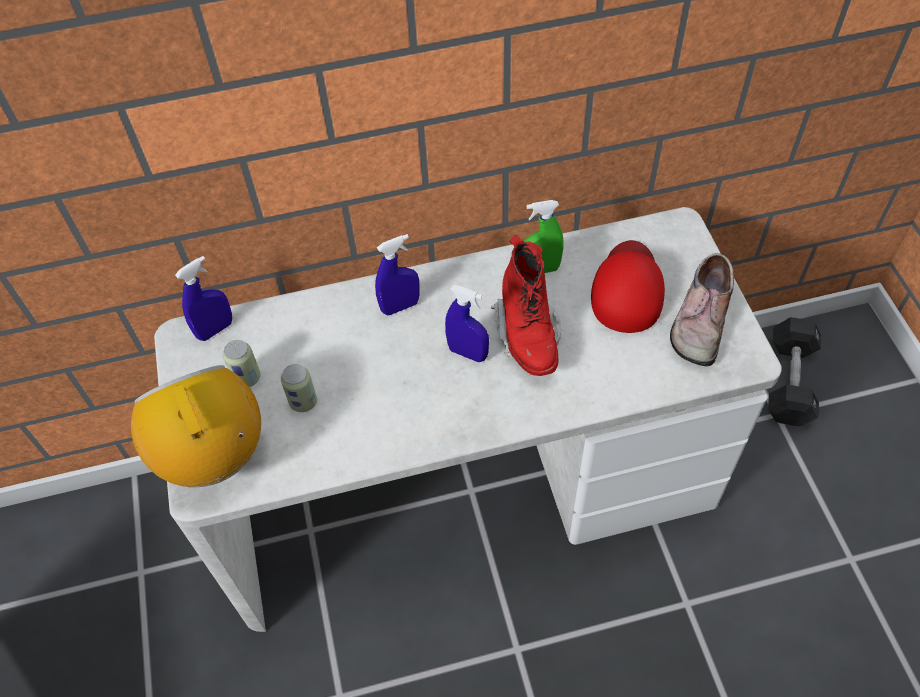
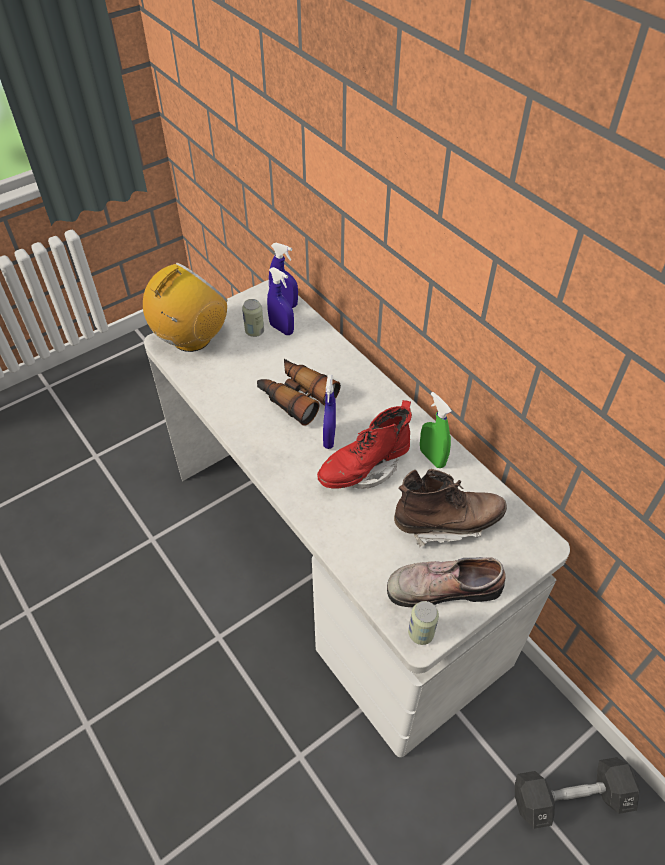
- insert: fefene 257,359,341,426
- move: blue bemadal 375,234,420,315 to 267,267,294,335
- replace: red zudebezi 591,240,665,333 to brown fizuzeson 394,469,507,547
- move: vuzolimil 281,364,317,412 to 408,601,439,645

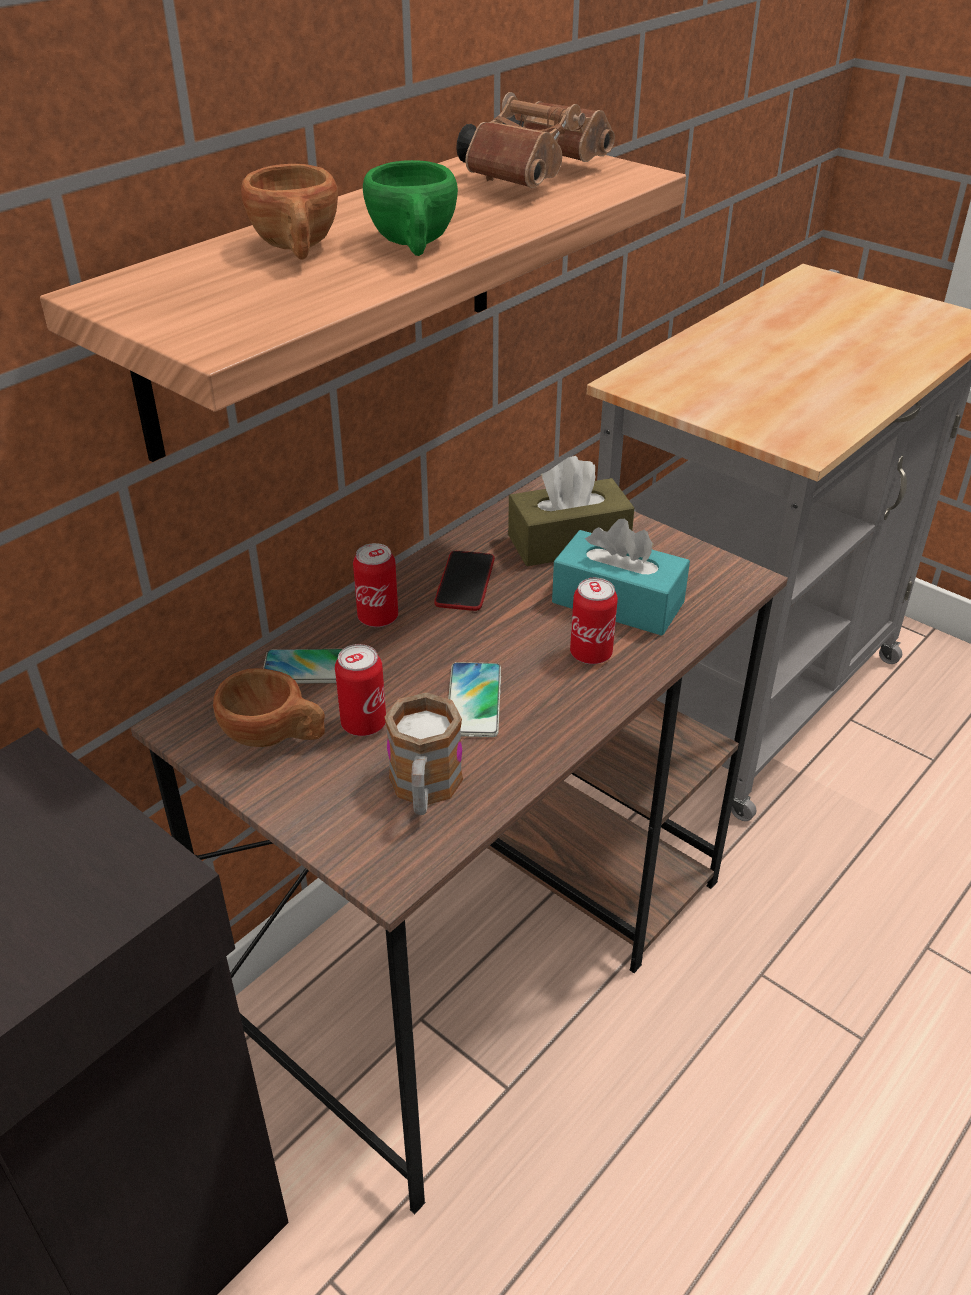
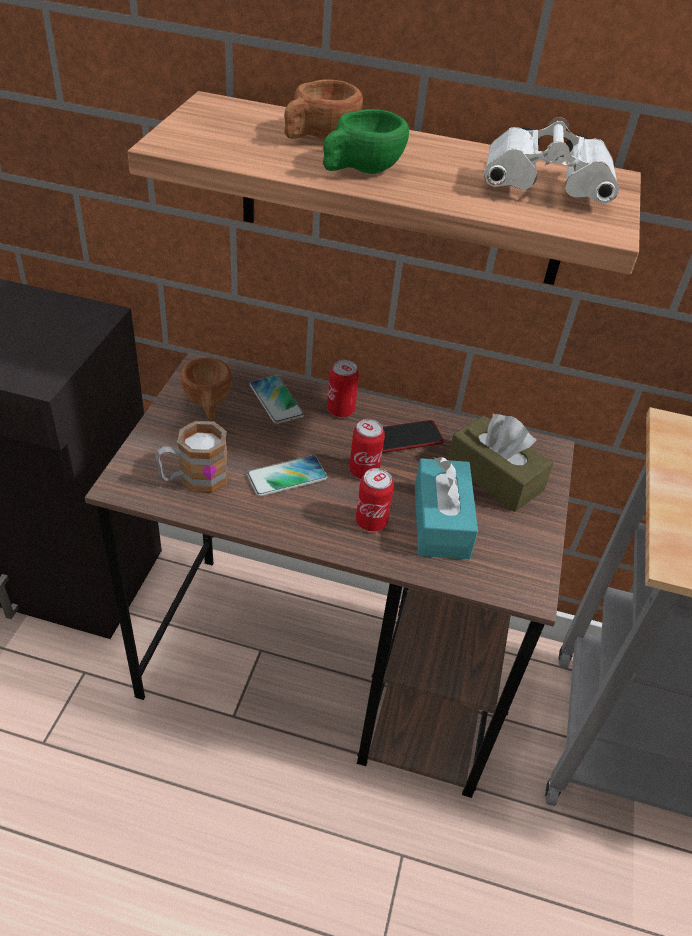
- move: vuzolimil 335,644,386,736 to 349,419,385,479
- recolor: brown fefene 456,92,615,188 to white fefene 484,117,619,203

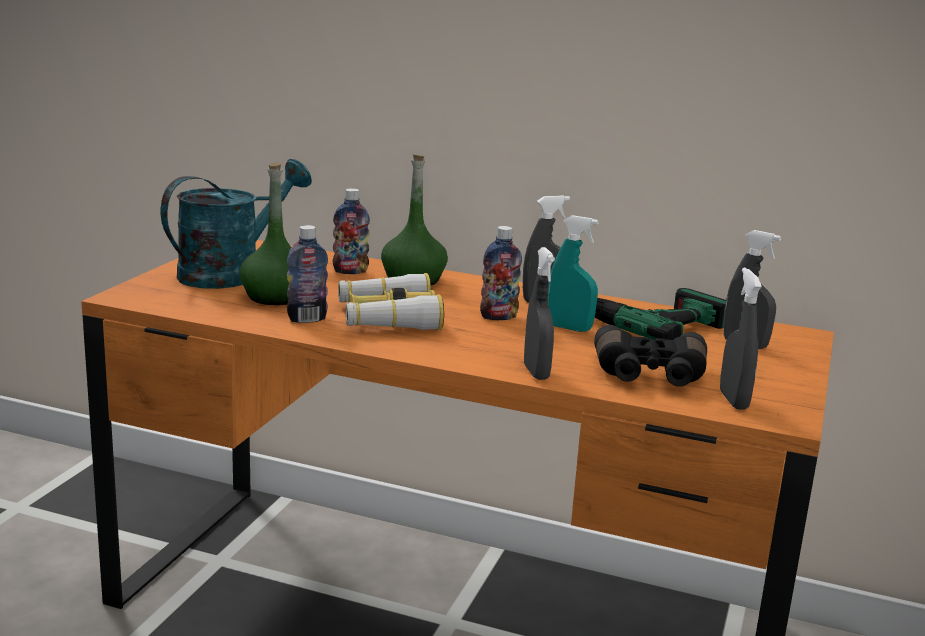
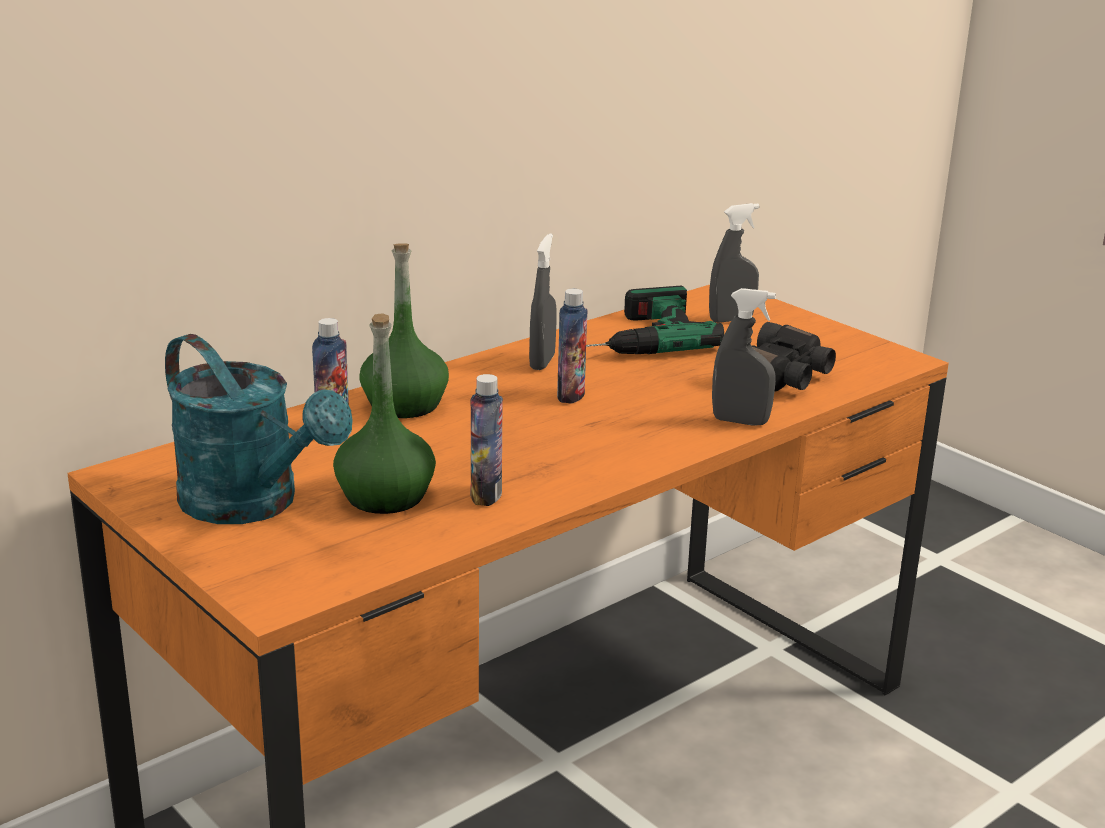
- rotate: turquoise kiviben 161,159,312,289 = 165,334,353,524 150 degrees clockwise
- delete: fefene 338,273,444,330
- delete: turquoise bemadal 548,215,599,332
- delete: grey bemadal 720,268,762,410

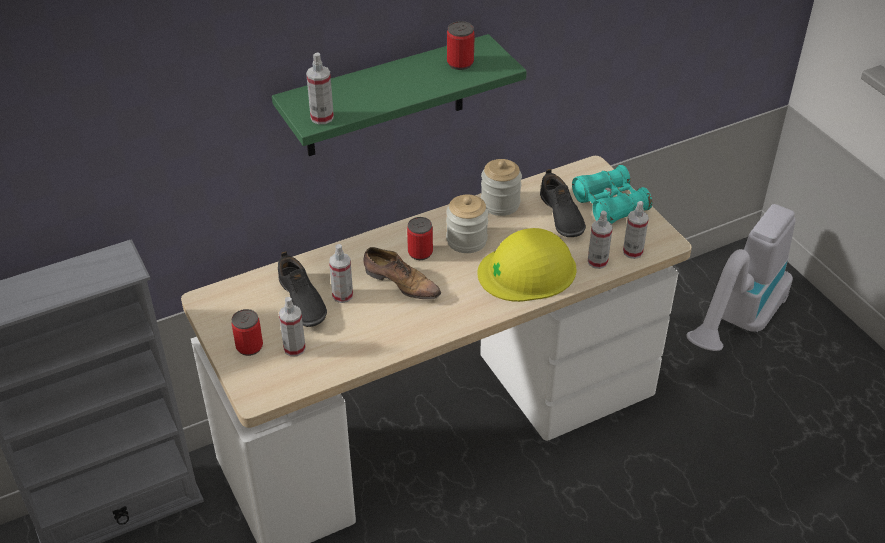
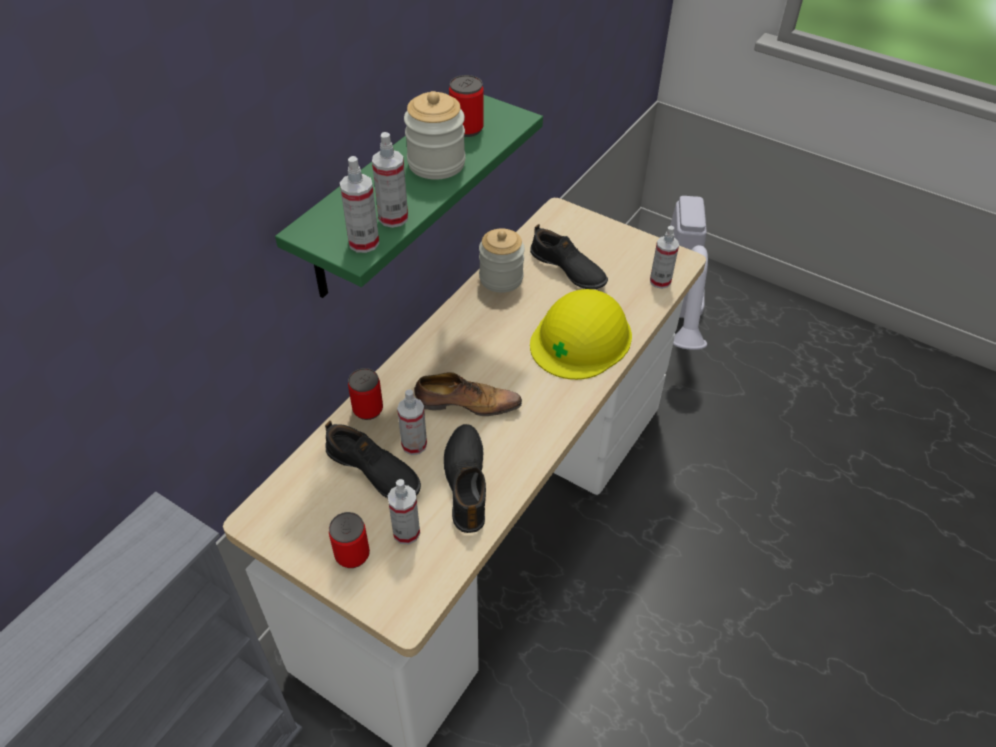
- move: vuzolimil 407,217,433,260 to 348,368,383,420
- move: bemadal 588,211,613,269 to 372,132,408,228
- move: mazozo 446,195,488,253 to 404,91,465,180
- insert: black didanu 444,424,486,533
- delete: turquoise fefene 572,165,652,224

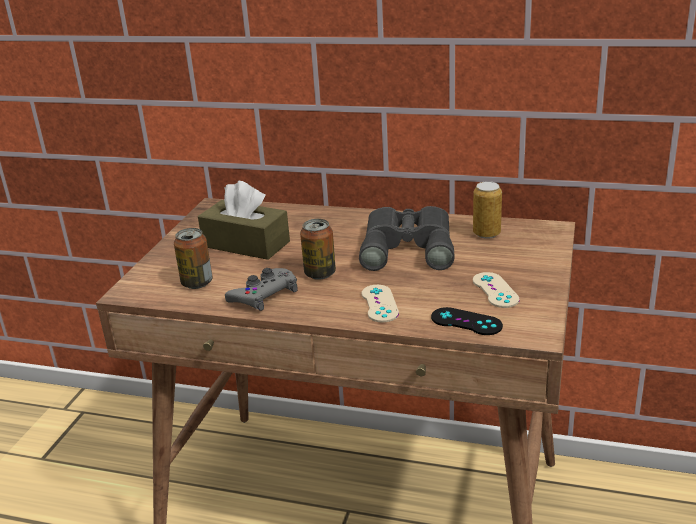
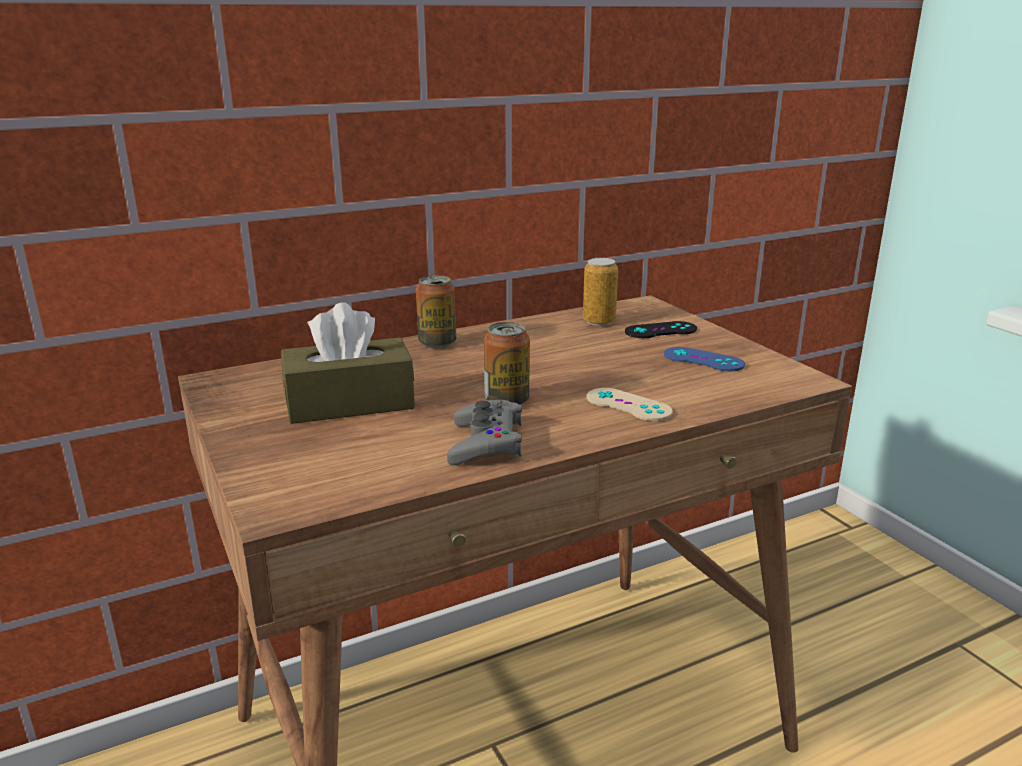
- move: vuzolimil 174,228,212,289 to 416,275,456,348
- move: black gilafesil 431,307,503,335 to 625,321,697,338
- recolor: beige gilafesil 473,272,520,308 to blue gilafesil 664,347,745,371
- delete: grey fefene 359,206,455,271

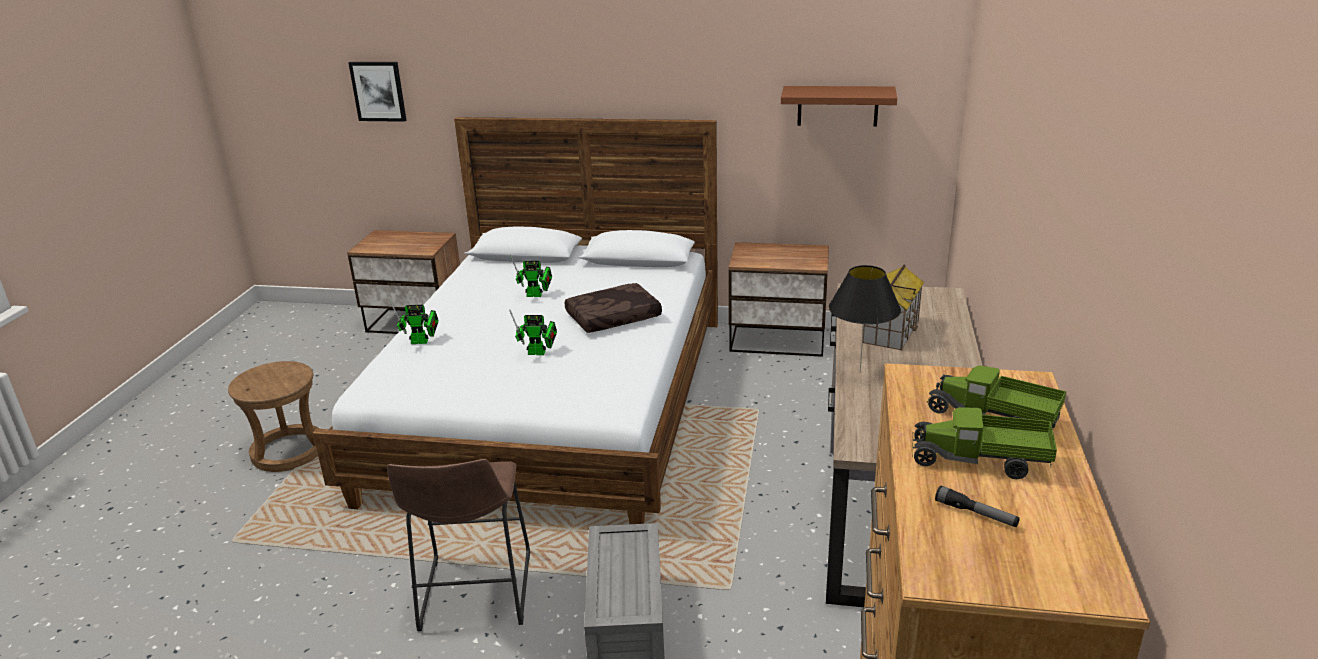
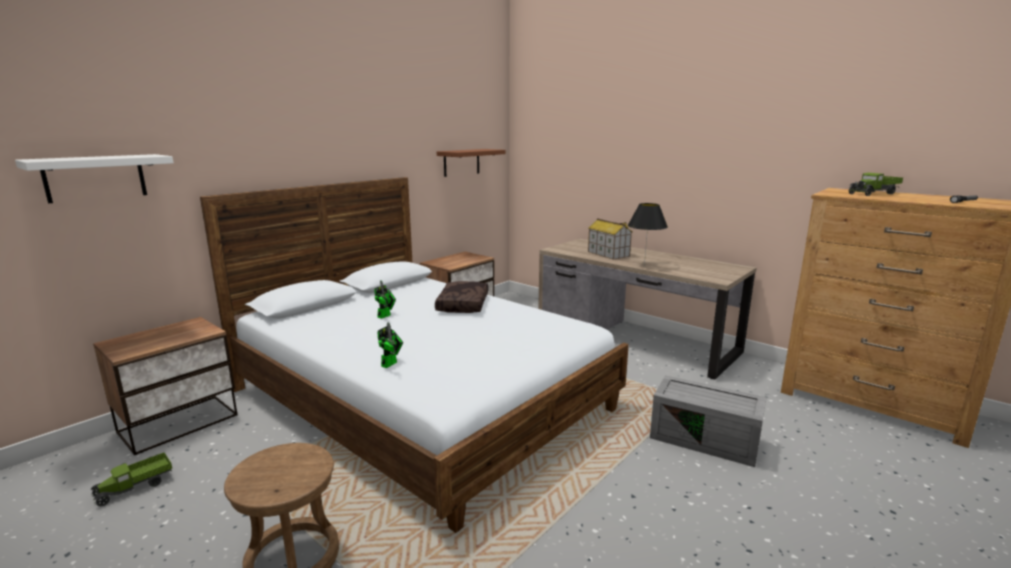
- replace: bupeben 348,62,407,122 to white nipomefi 15,154,174,203
- move: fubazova 912,407,1057,479 to 91,452,172,506
- delete: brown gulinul 387,459,530,631
- delete: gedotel 509,309,557,355

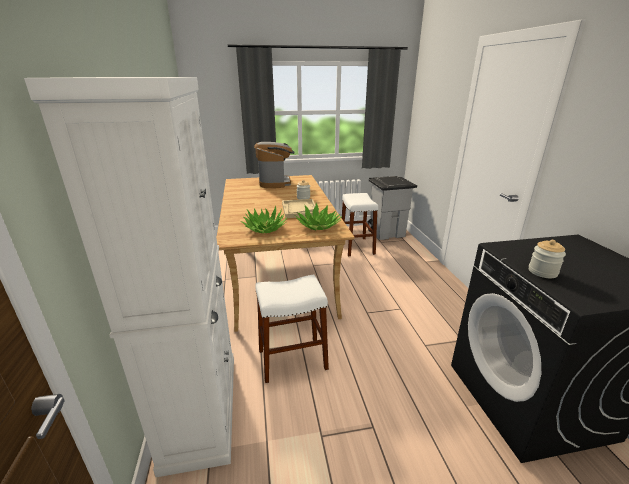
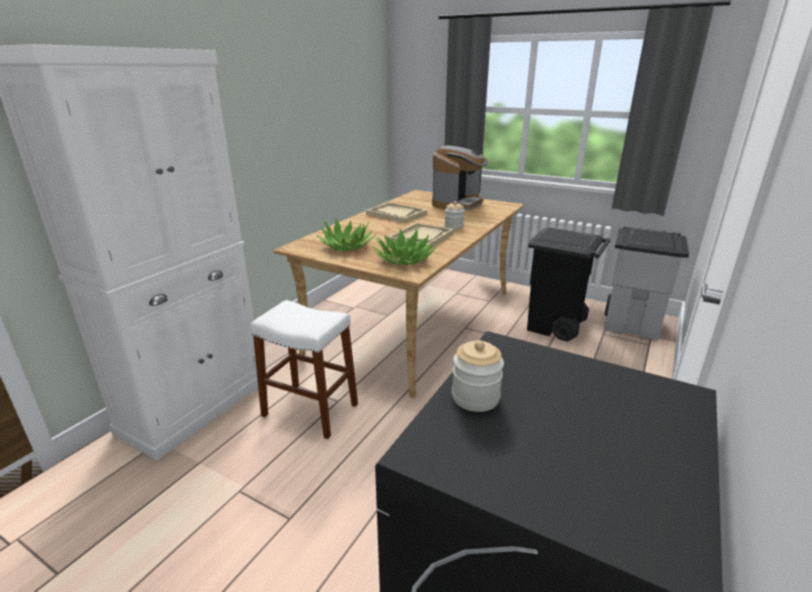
- insert: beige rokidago 366,202,427,223
- replace: white gulinul 342,193,378,256 to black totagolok 527,227,610,342

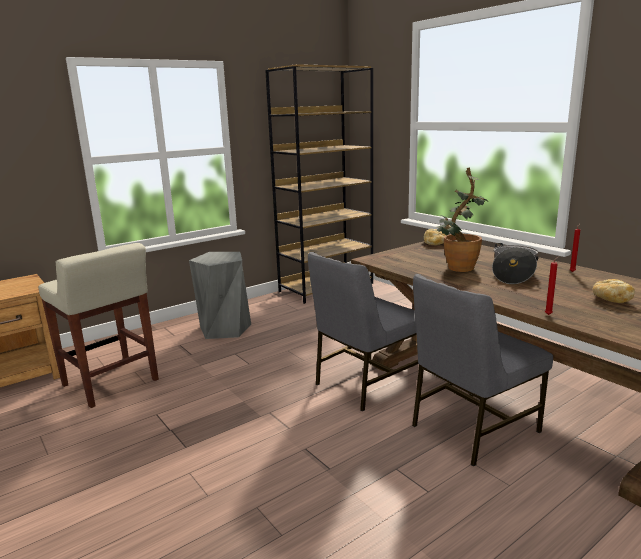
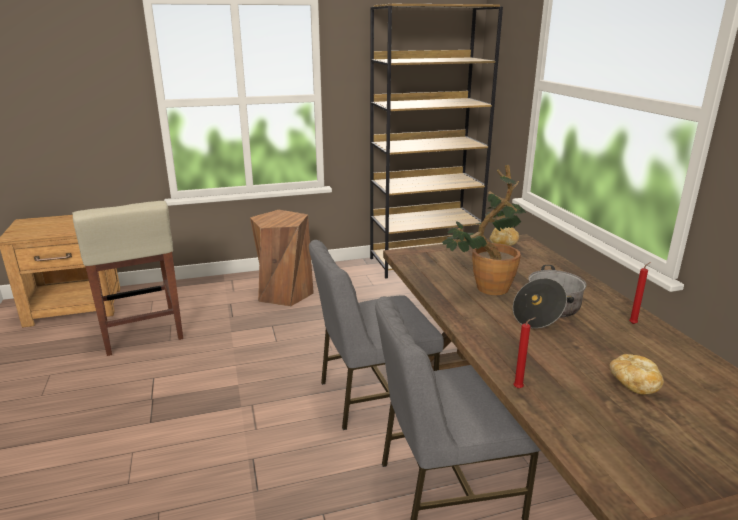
- recolor: grey gulinul 189,252,251,339 to brown gulinul 250,210,314,307

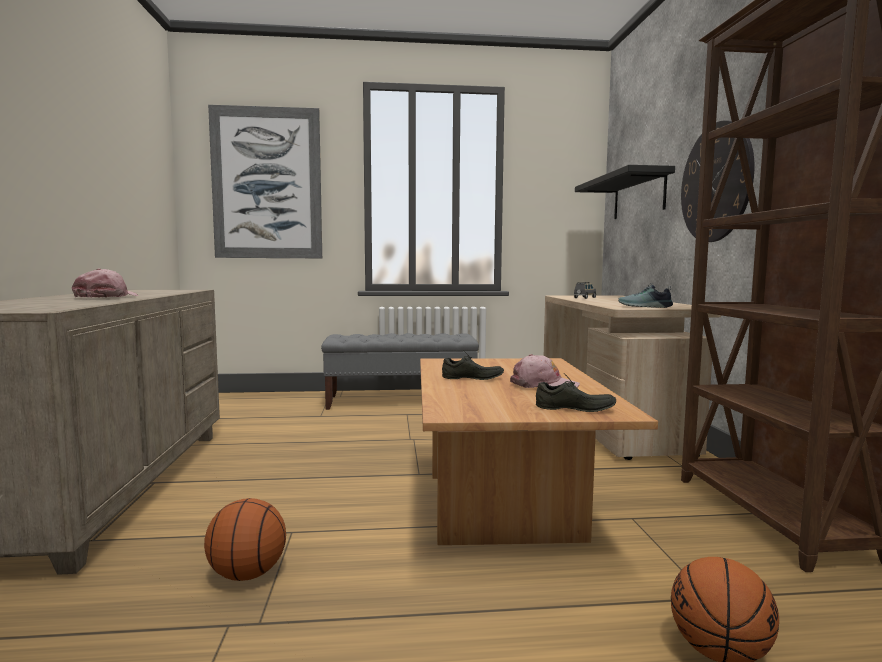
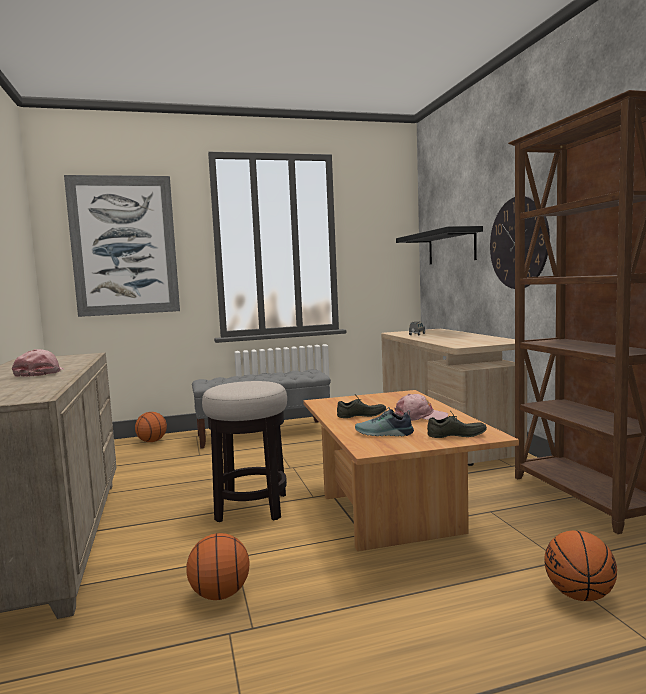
- insert: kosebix 135,412,167,442
- insert: gulinul 202,381,287,522
- move: didanu 618,283,673,308 to 355,407,414,436

